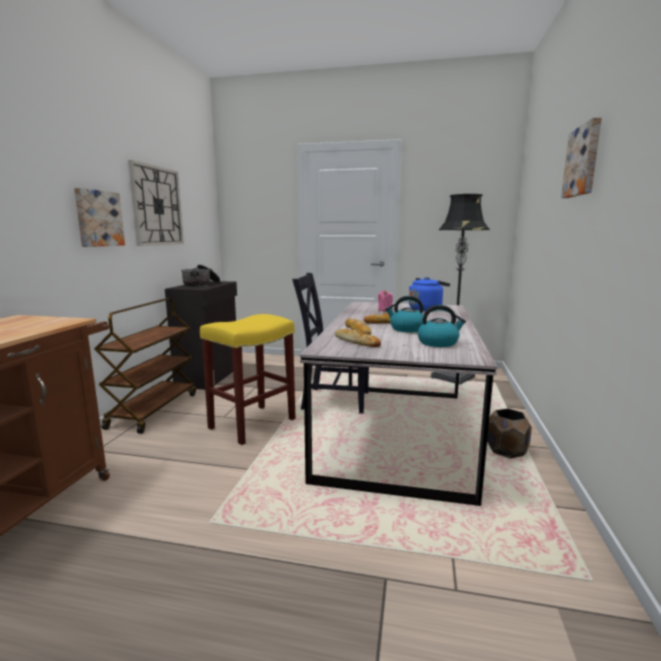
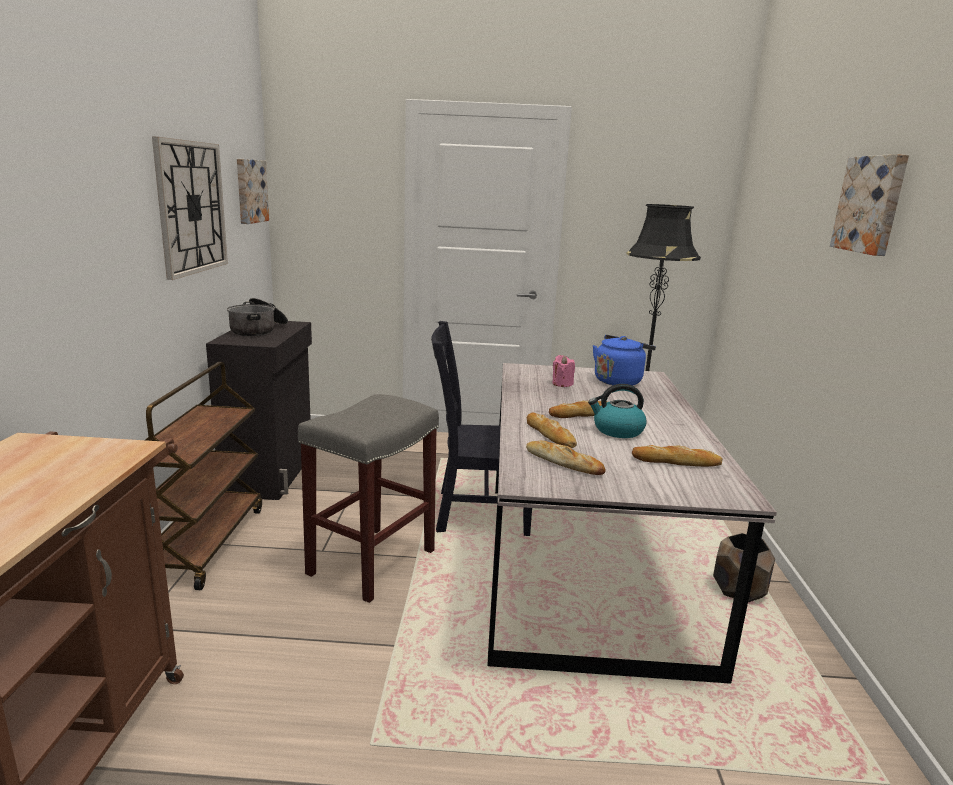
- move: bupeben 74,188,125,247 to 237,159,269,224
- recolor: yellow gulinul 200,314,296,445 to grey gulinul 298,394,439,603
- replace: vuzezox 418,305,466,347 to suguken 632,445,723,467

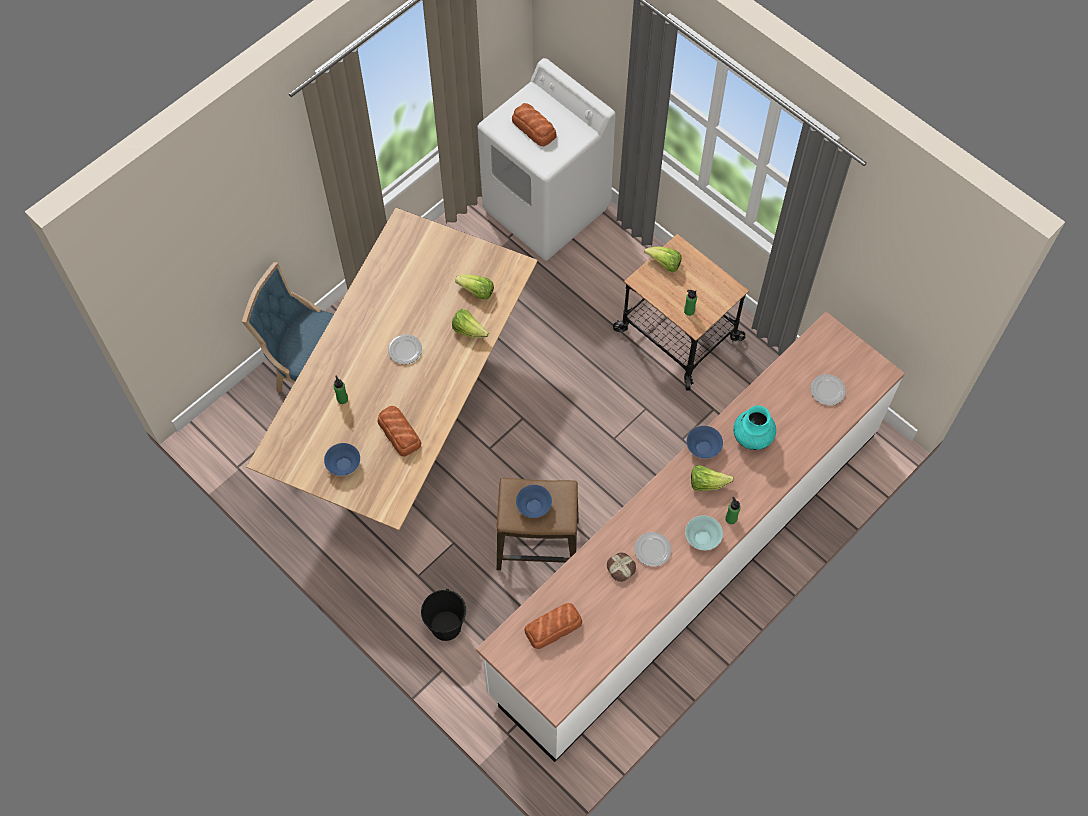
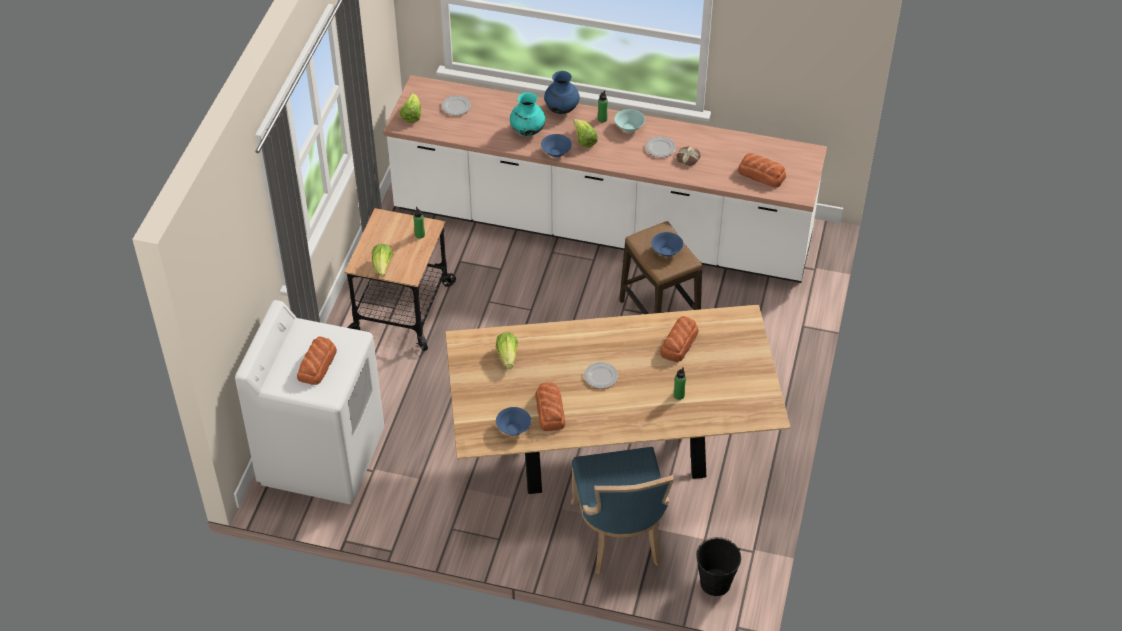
- move: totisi 452,309,489,338 to 400,93,421,123
- move: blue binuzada 324,443,360,476 to 496,407,531,435
- insert: suguken 535,383,565,431
- insert: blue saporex 544,71,580,114
- move: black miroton 421,589,466,641 to 696,537,741,596

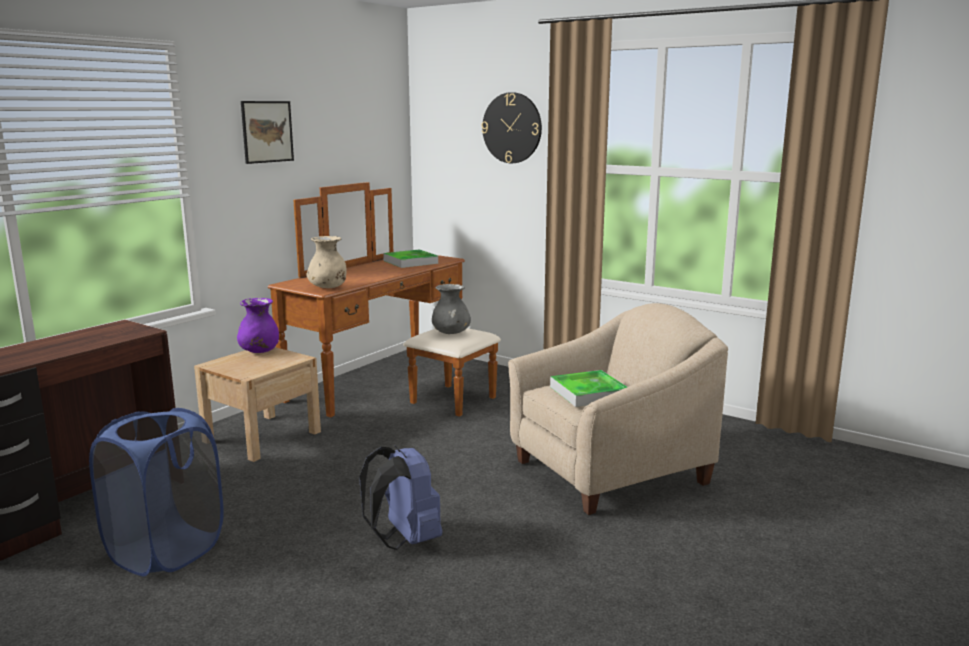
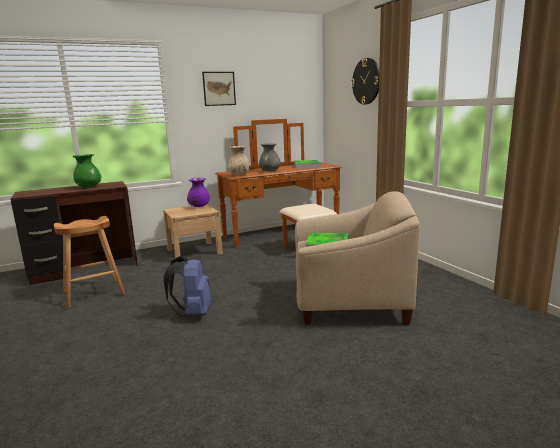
- replace: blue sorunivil 89,408,224,576 to brown gulinul 54,216,125,308
- insert: green saporex 72,154,101,187
- move: grey saporex 432,284,471,334 to 259,143,281,171

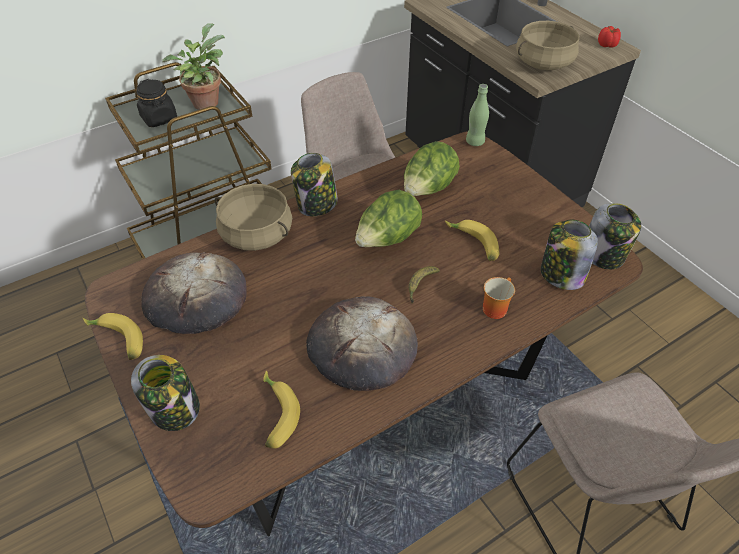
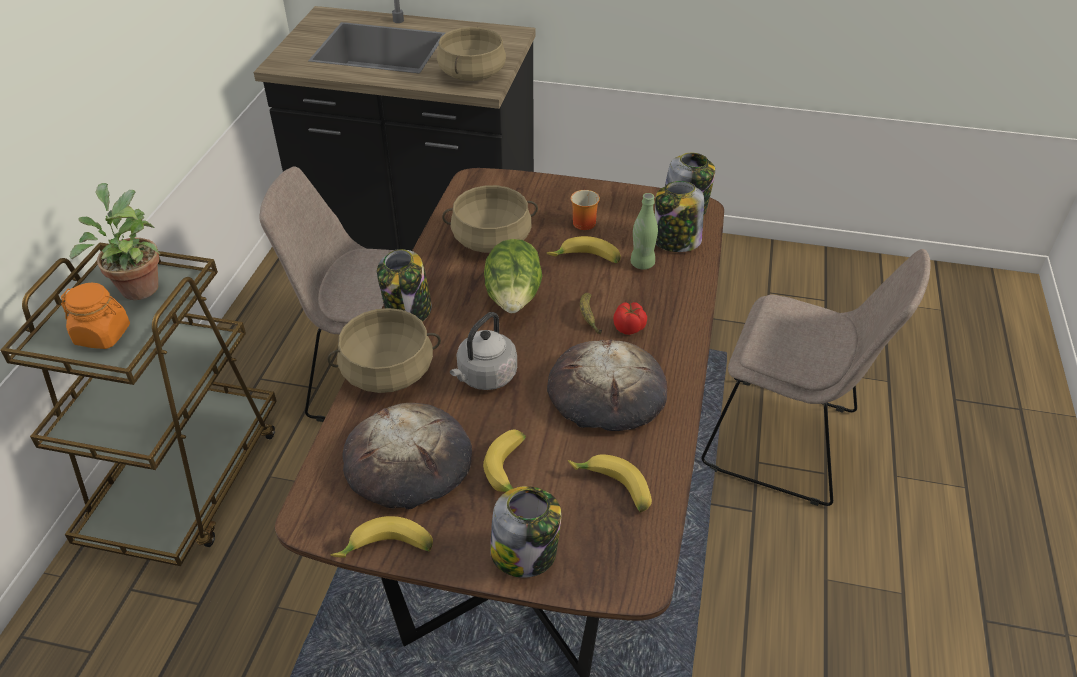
- recolor: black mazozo 137,79,177,127 to orange mazozo 61,283,130,349
- replace: totisi 404,141,460,196 to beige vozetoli 442,185,538,253
- insert: grey vuzezox 450,312,517,390
- insert: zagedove 483,430,526,492
- move: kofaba 483,277,515,319 to 571,190,600,230
- move: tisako 598,26,621,48 to 613,302,647,335
- move: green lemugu 466,84,489,146 to 630,193,658,270

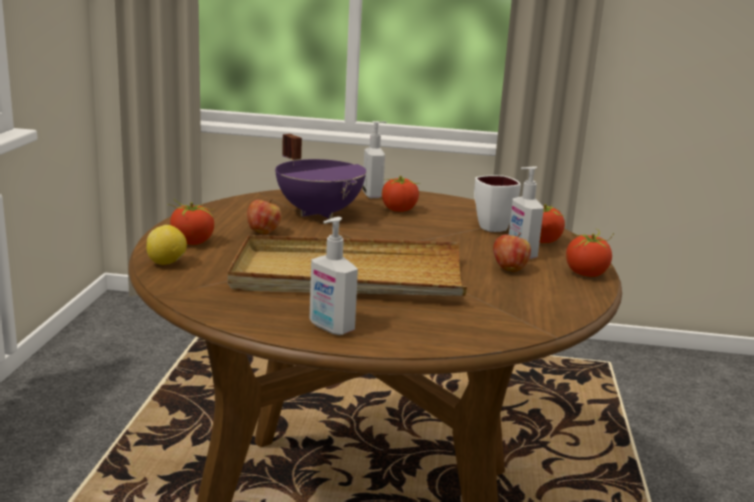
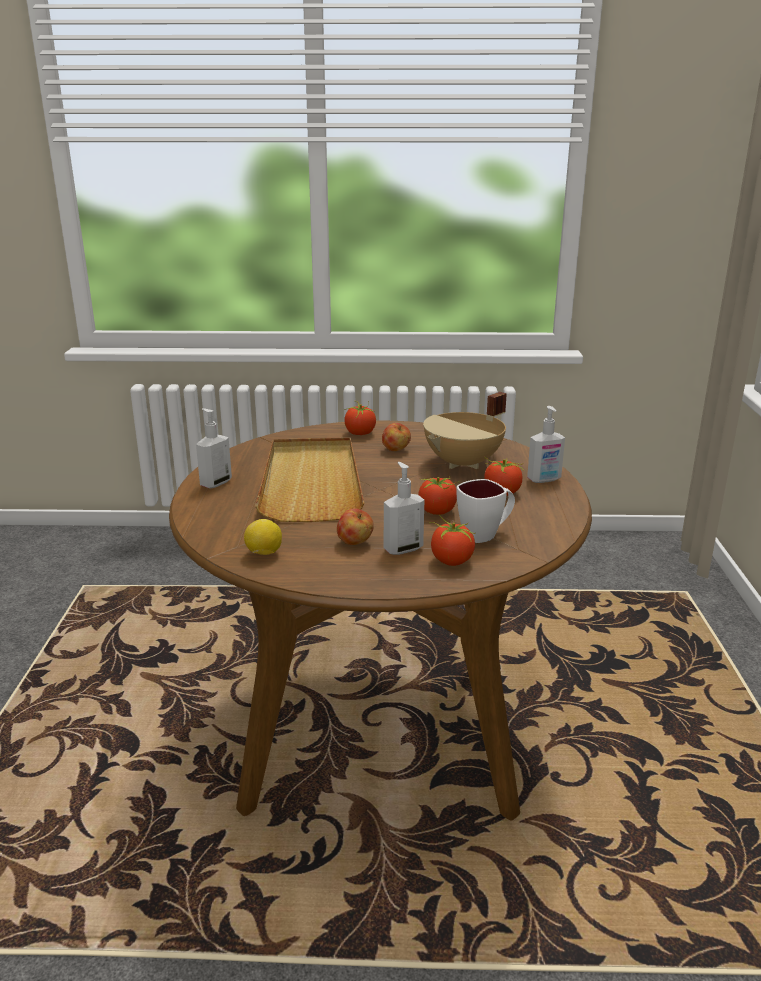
- move: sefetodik 147,225,187,265 to 244,519,282,555
- move: tisako 566,229,614,277 to 418,476,460,515
- recolor: purple vozetoli 275,134,366,219 to beige vozetoli 423,392,507,469

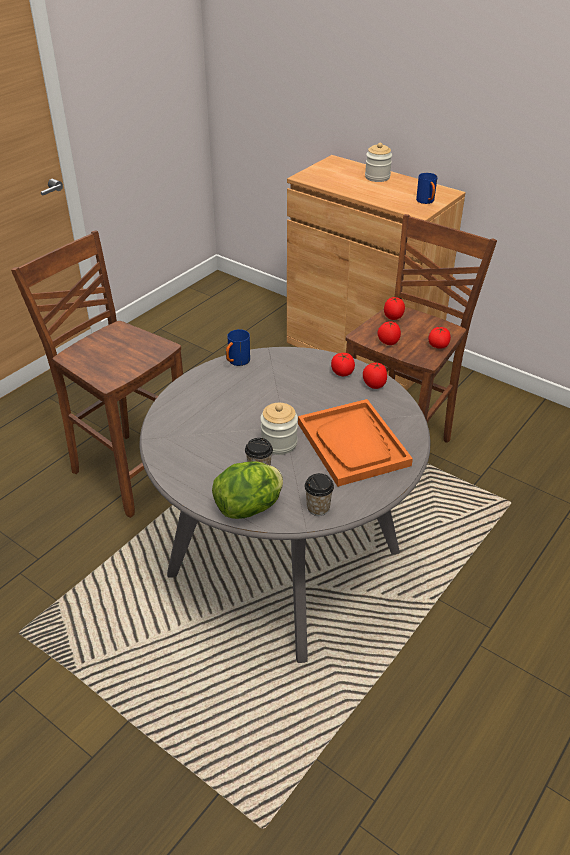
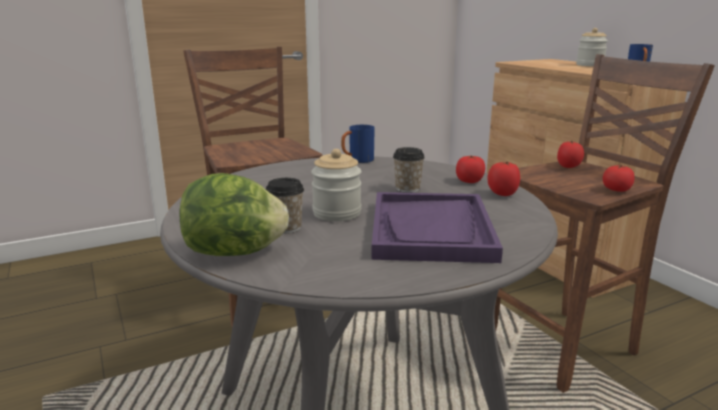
- recolor: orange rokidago 298,399,413,487 to purple rokidago 372,192,503,263
- move: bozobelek 304,473,334,516 to 393,147,425,193
- delete: tisako 378,321,401,345

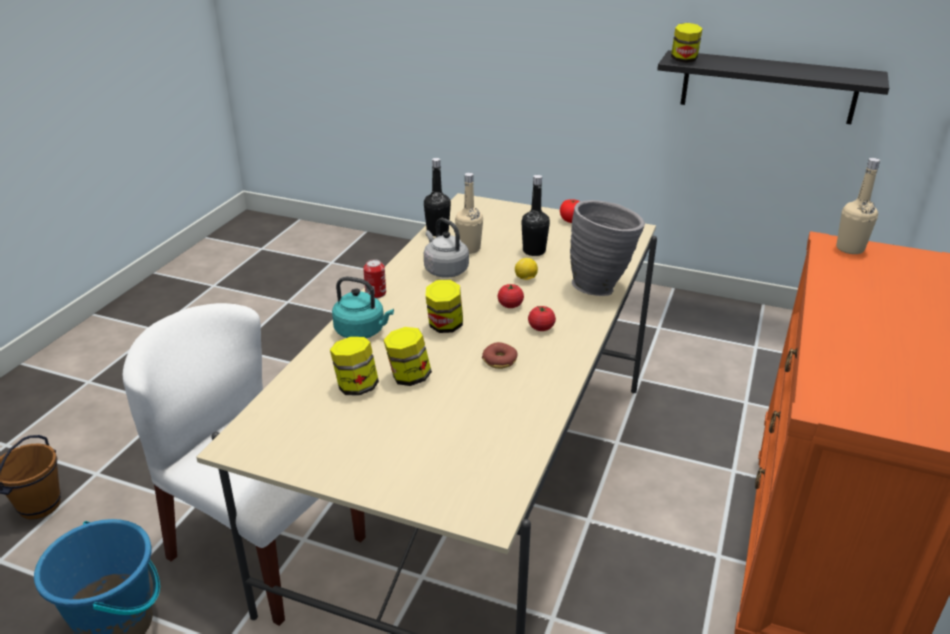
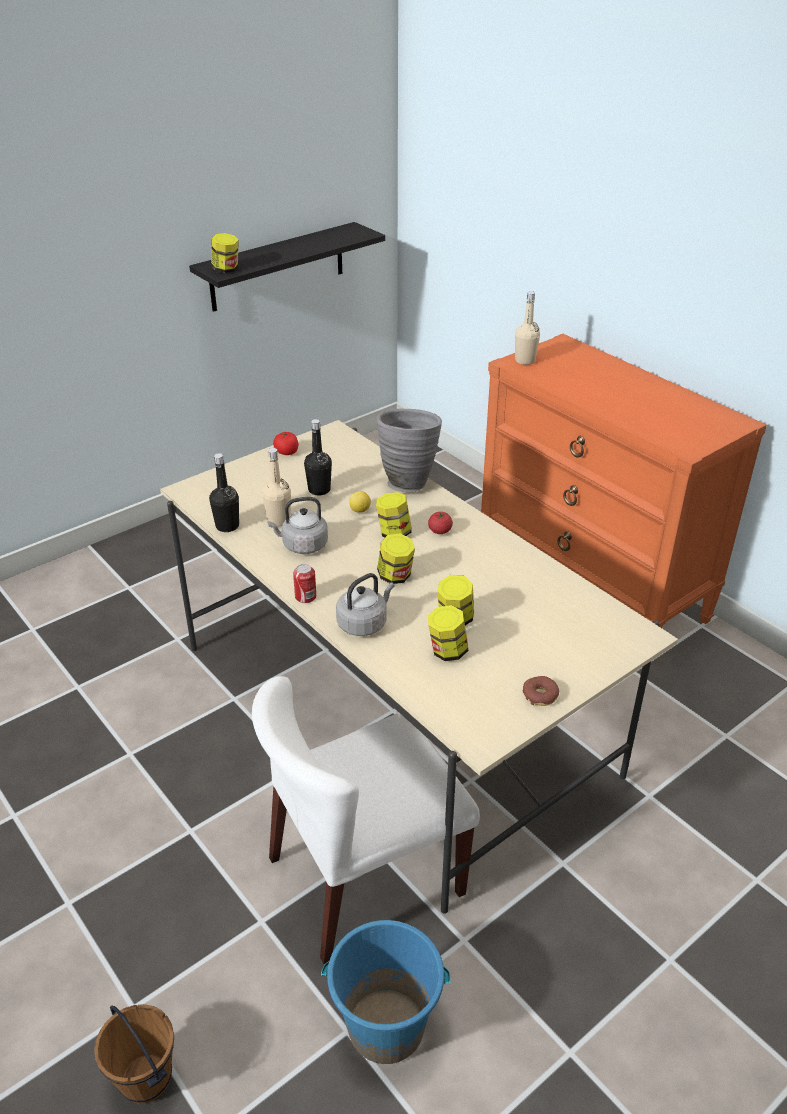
- recolor: turquoise vuzezox 332,276,394,338 to grey vuzezox 336,573,395,636
- replace: tisako 498,284,524,308 to mazozo 376,492,412,537
- move: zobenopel 482,342,518,369 to 523,676,559,706

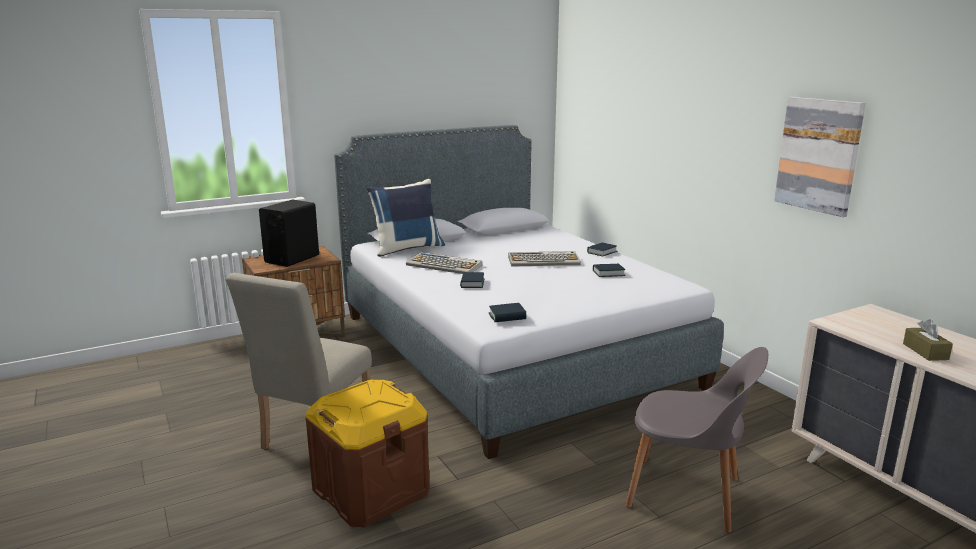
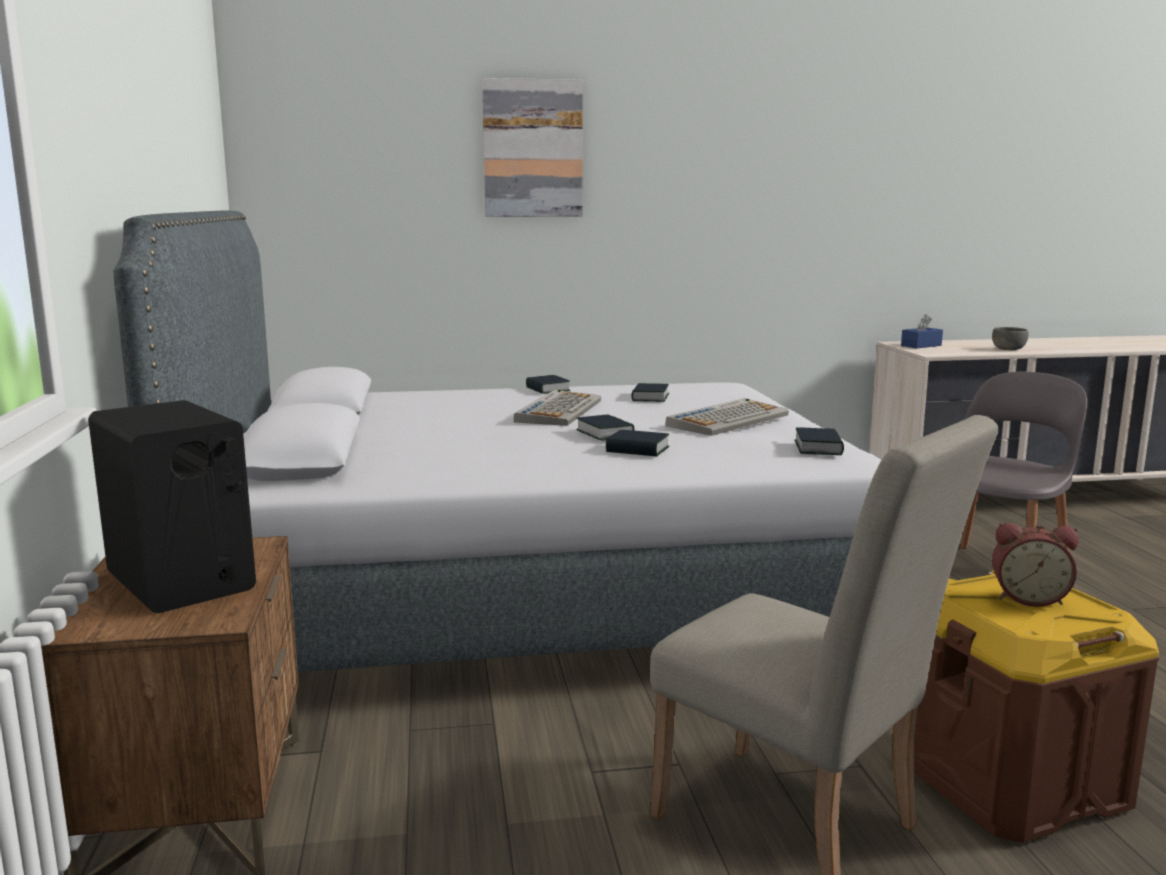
- move: bupeben 774,97,866,217 to 482,78,583,217
- insert: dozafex 576,414,635,441
- move: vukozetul 406,252,482,274 to 665,398,789,436
- insert: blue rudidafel 901,314,943,349
- replace: brown rudidafel 903,319,953,361 to grey binuzada 992,327,1028,350
- insert: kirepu 992,522,1079,607
- delete: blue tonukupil 366,179,445,257

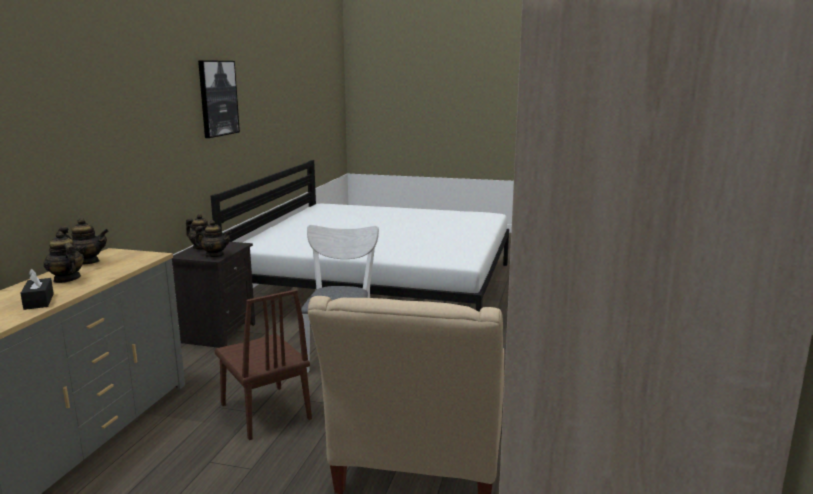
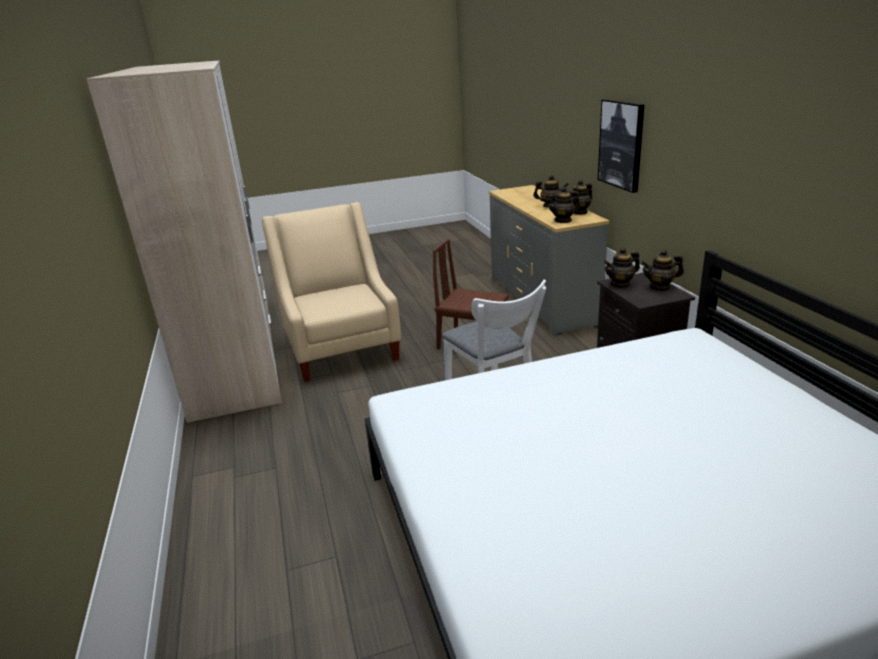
- insert: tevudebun 547,187,580,223
- move: bupeben 198,60,240,138 to 598,99,644,193
- delete: black rudidafel 20,269,54,310

